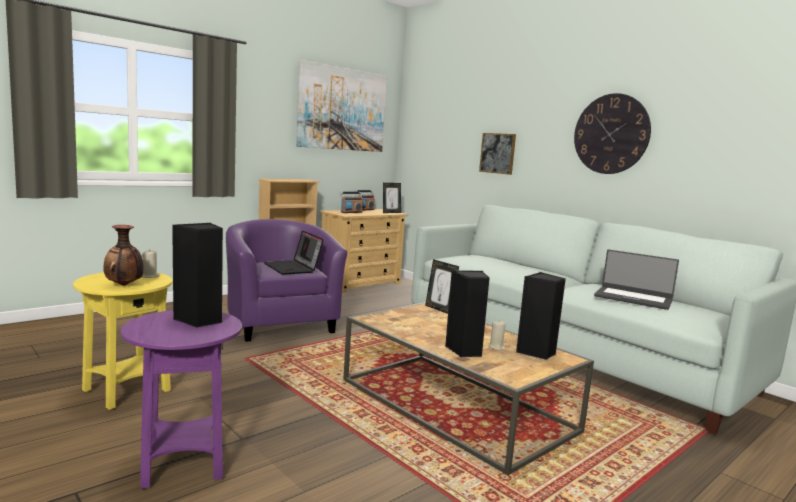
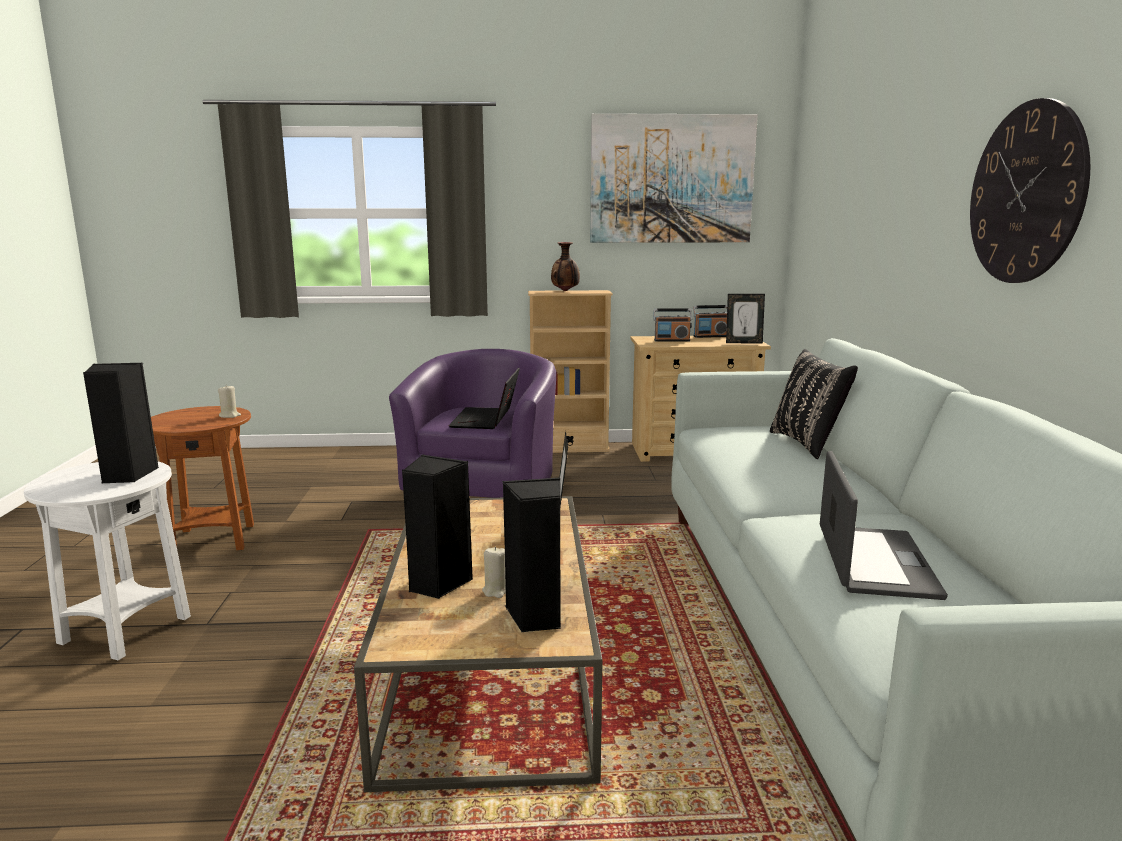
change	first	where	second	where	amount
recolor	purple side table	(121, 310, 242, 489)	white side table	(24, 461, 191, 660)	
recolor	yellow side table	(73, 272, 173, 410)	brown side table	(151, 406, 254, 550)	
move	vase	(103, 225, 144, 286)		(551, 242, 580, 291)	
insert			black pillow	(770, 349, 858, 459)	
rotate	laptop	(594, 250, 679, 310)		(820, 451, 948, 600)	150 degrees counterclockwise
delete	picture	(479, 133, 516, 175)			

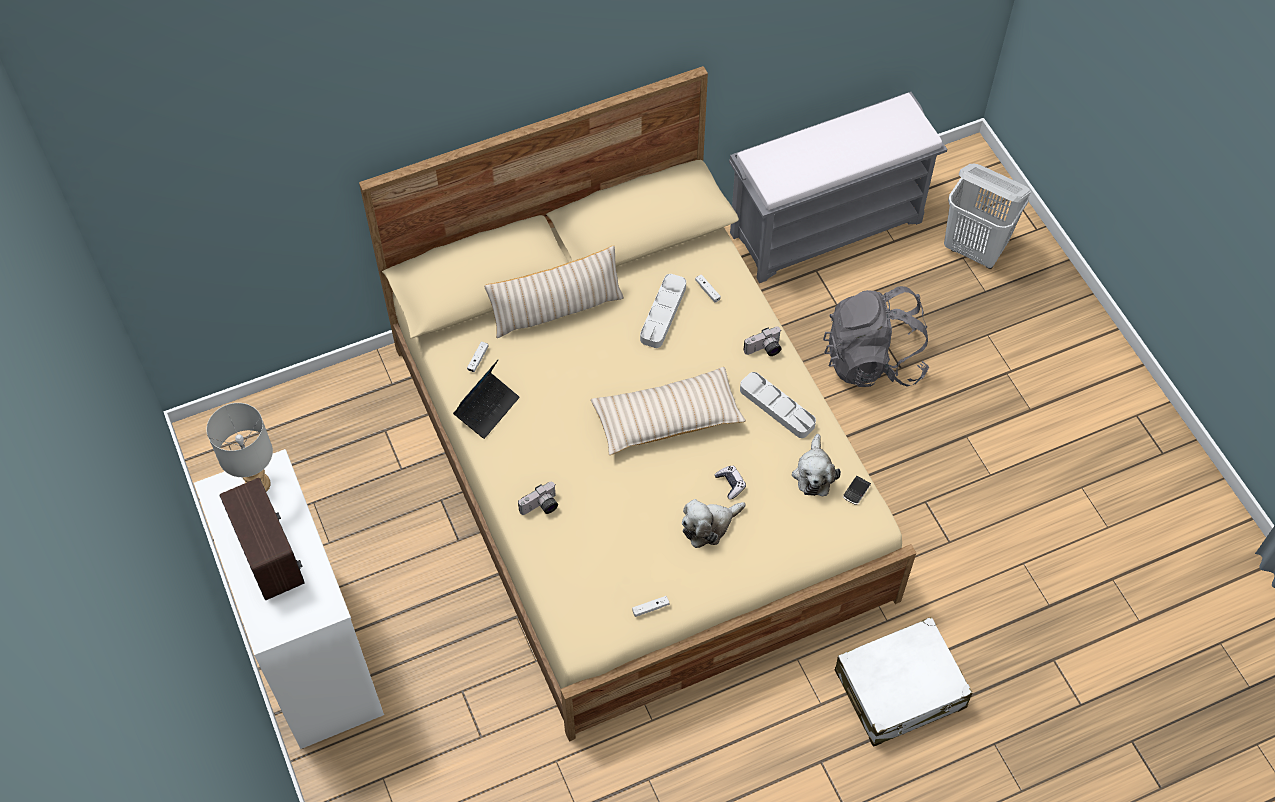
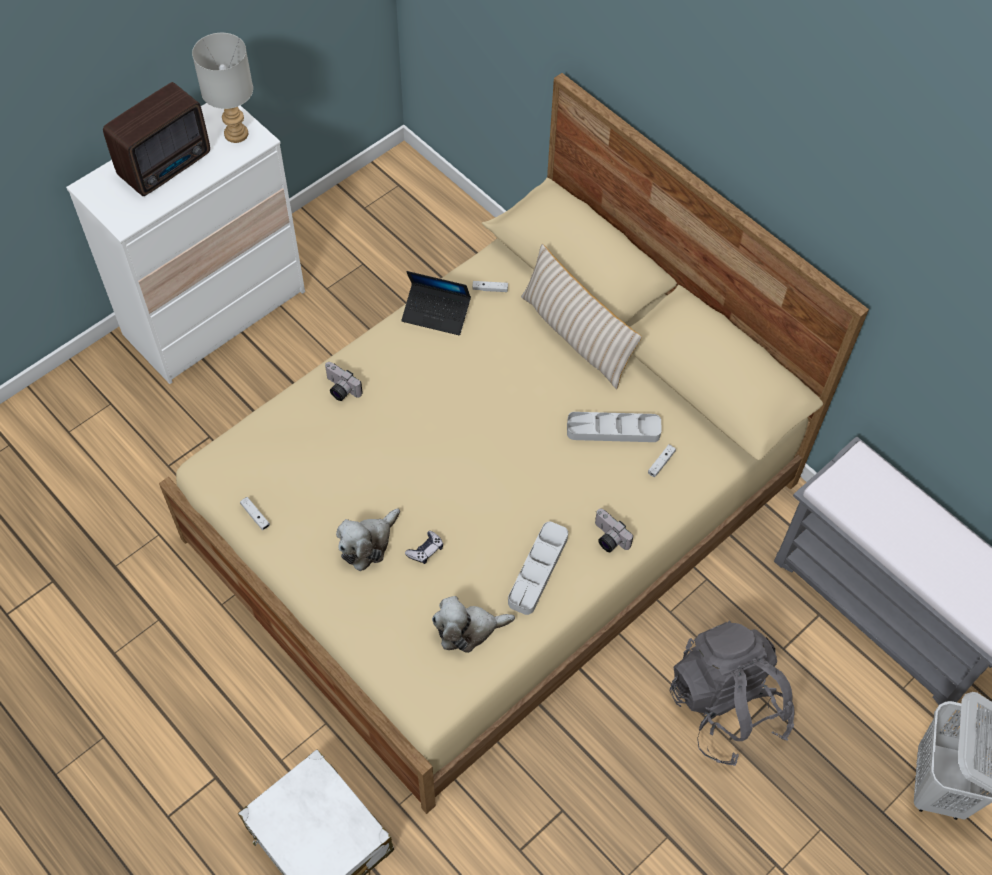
change	first	where	second	where	amount
rotate	plush toy	(682, 499, 745, 548)		(336, 508, 400, 571)	90 degrees counterclockwise
delete	beige pillow	(591, 367, 746, 455)			
delete	phone	(843, 476, 871, 505)			

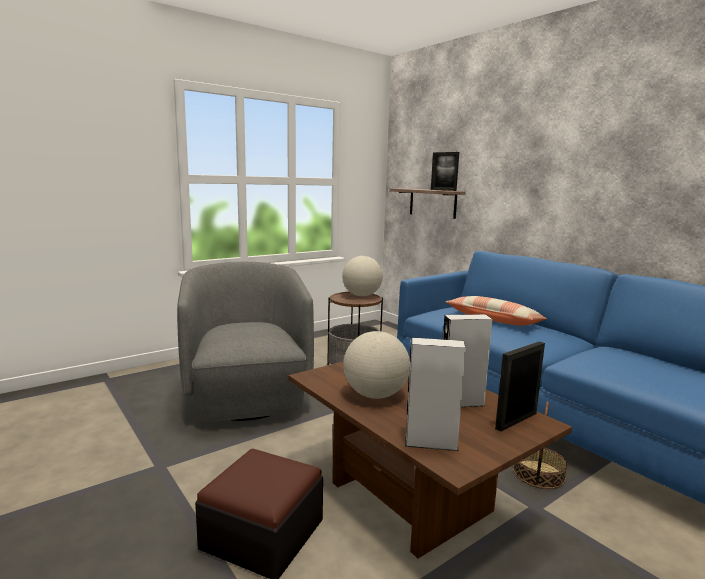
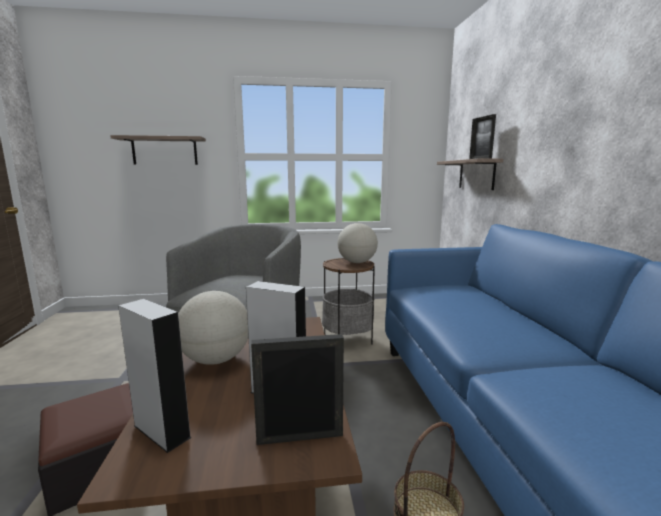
change	first	where	second	where	amount
insert			shelf	(110, 135, 206, 165)	
delete	pillow	(445, 296, 547, 326)			

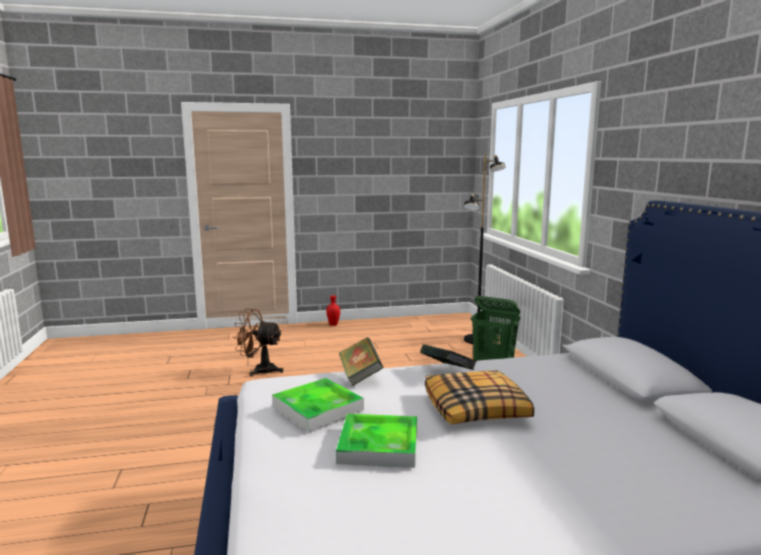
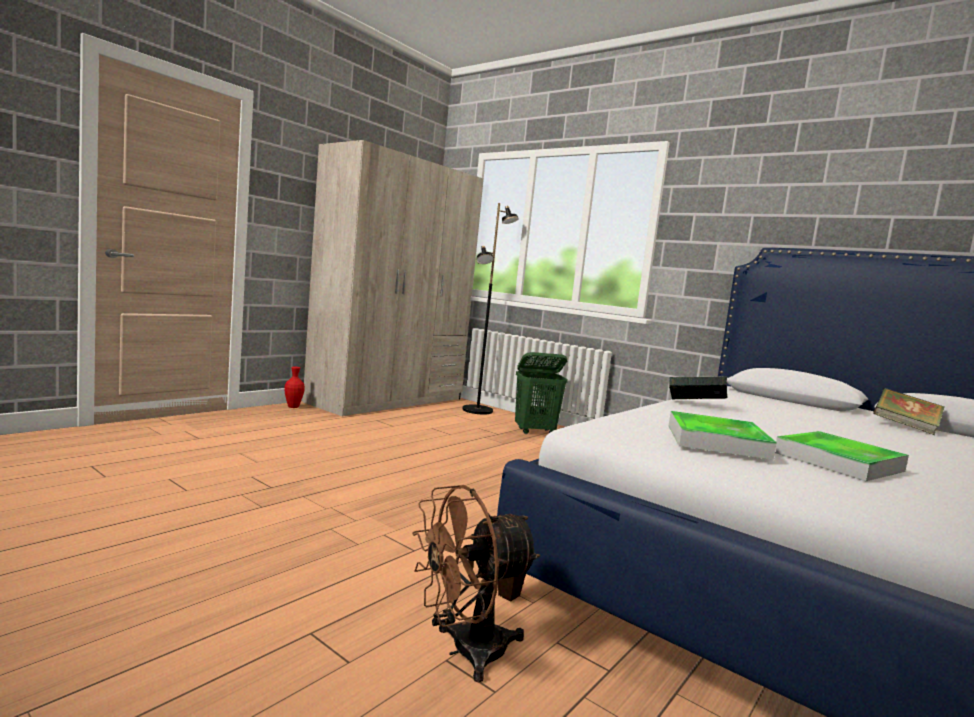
change	first	where	second	where	amount
insert			beige wardrobe	(303, 140, 483, 416)	
move	brown fan	(233, 309, 283, 376)		(412, 485, 540, 682)	
move	book	(338, 337, 383, 386)		(873, 388, 945, 435)	
delete	pillow	(425, 370, 534, 424)			

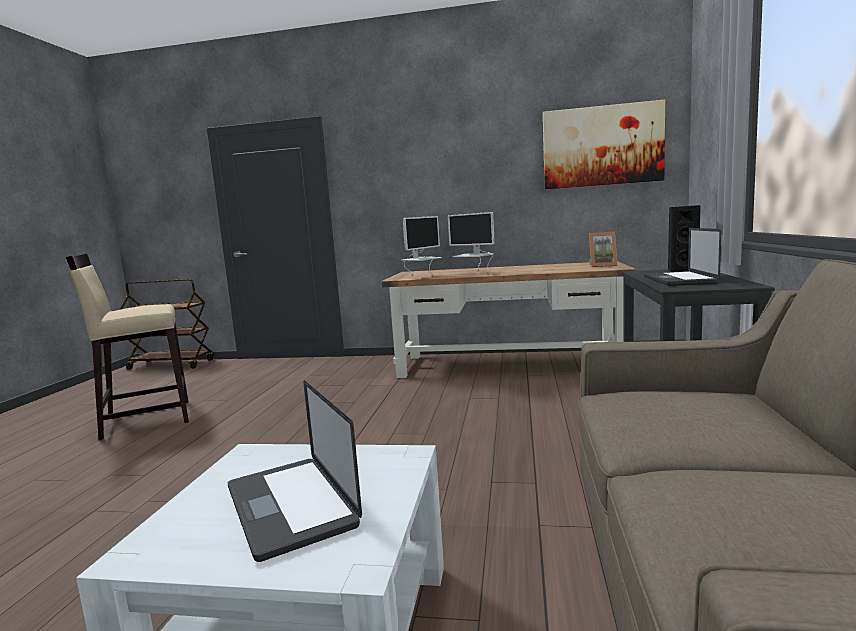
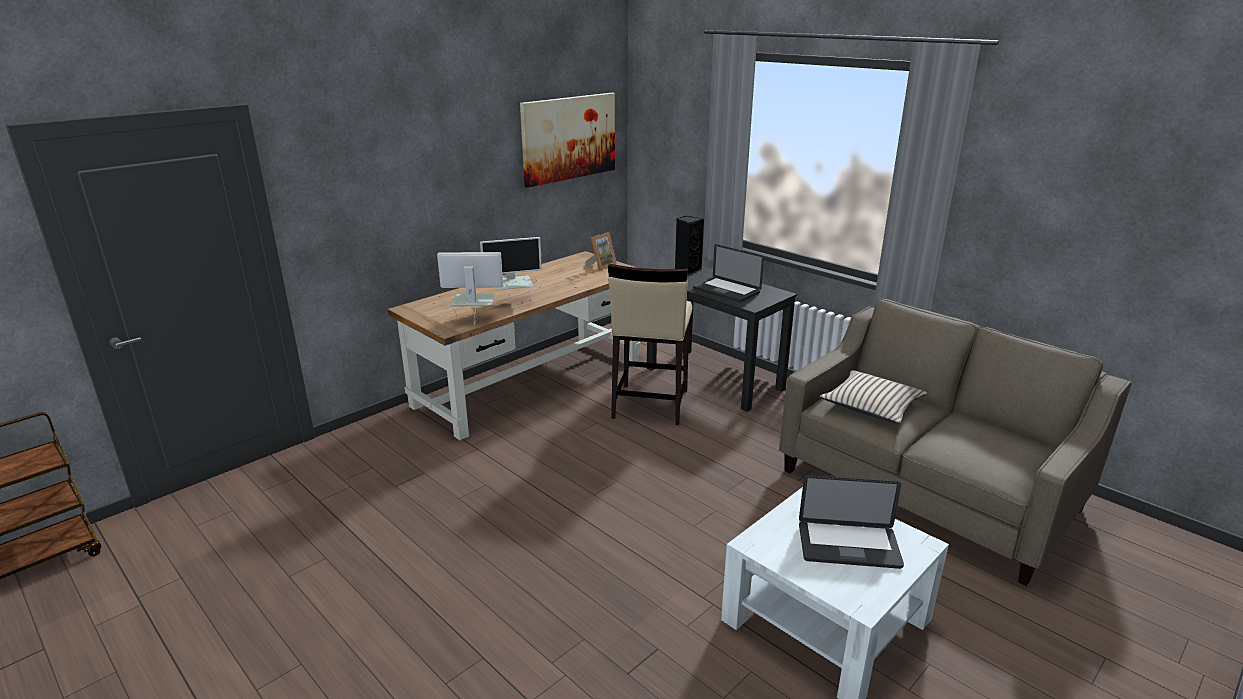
change	first	where	second	where	amount
rotate	monitor	(401, 216, 442, 276)		(437, 252, 503, 325)	75 degrees counterclockwise
move	beige stool	(66, 254, 189, 440)		(608, 264, 692, 425)	
insert			beige pillow	(820, 370, 928, 424)	

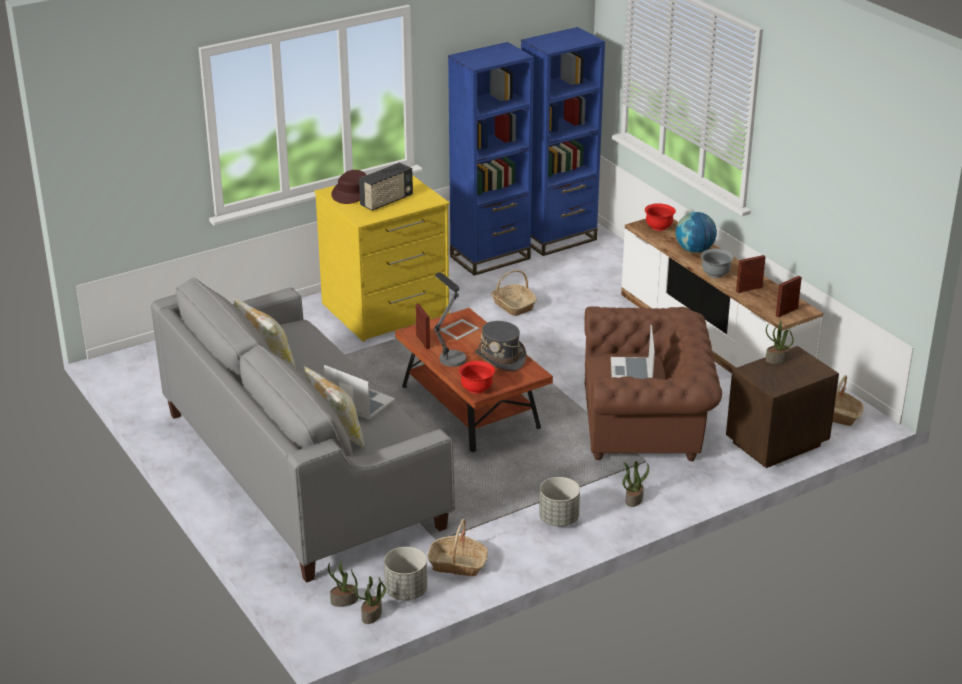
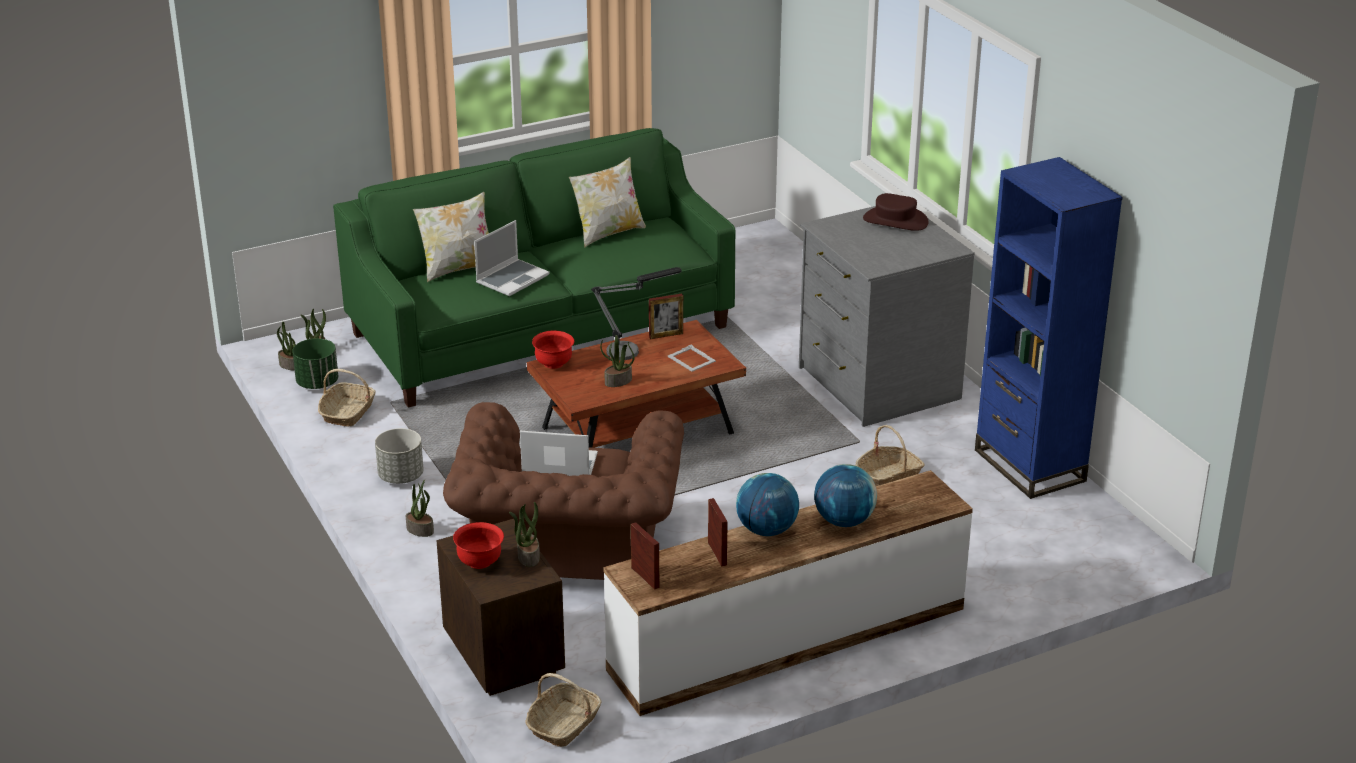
change	first	where	second	where	amount
recolor	grey planter	(384, 547, 427, 600)	green planter	(292, 338, 338, 389)	
recolor	grey sofa	(151, 278, 455, 583)	green sofa	(333, 128, 735, 408)	
move	red bowl	(645, 203, 676, 231)		(453, 522, 504, 569)	
replace	grey hat	(475, 321, 527, 371)	potted plant	(600, 335, 635, 387)	
replace	grey bowl	(701, 249, 734, 278)	globe	(736, 473, 799, 536)	
recolor	yellow dresser	(314, 175, 450, 342)	grey dresser	(799, 206, 975, 427)	
delete	radio	(359, 163, 413, 211)			
delete	blue bookcase	(521, 27, 605, 256)			

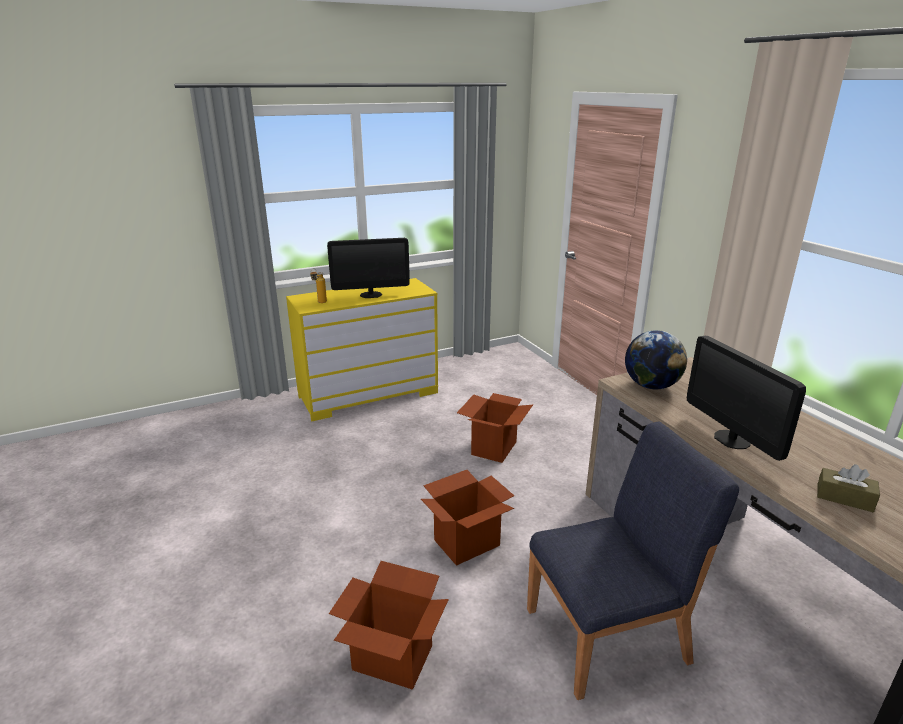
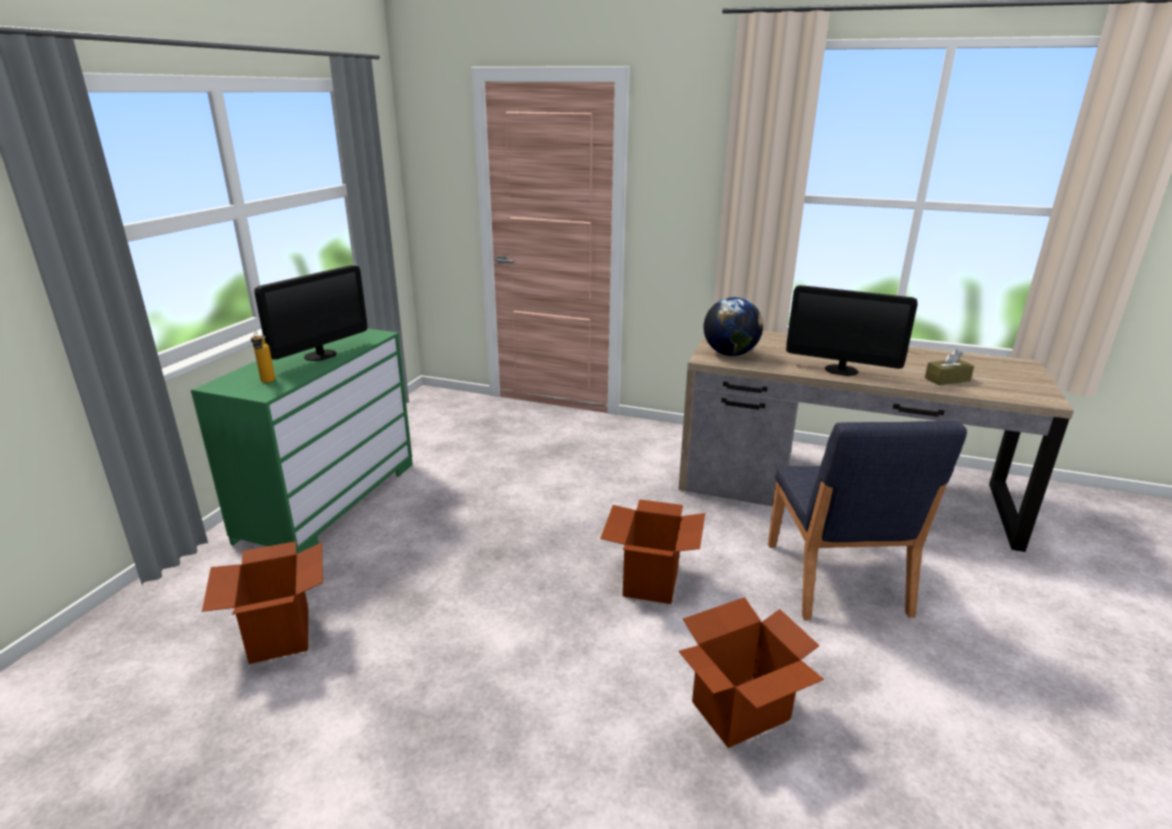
change	first	where	second	where	amount
recolor	yellow dresser	(286, 278, 438, 422)	green dresser	(191, 329, 413, 554)	
move	cardboard box	(457, 393, 533, 463)		(202, 541, 323, 664)	
rotate	blue chair	(527, 422, 739, 700)		(768, 421, 967, 620)	150 degrees clockwise

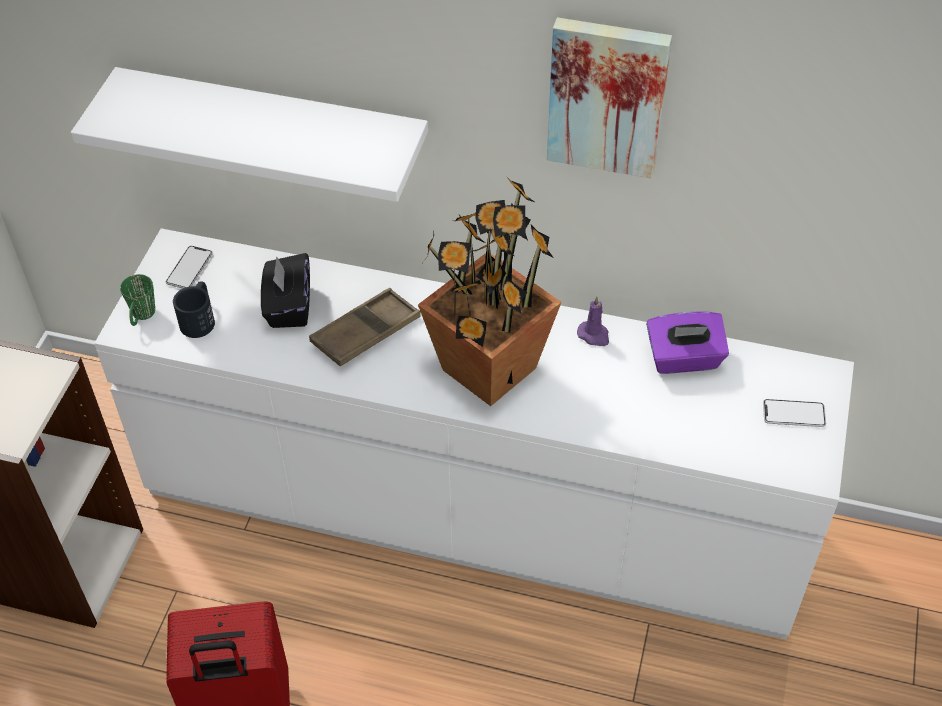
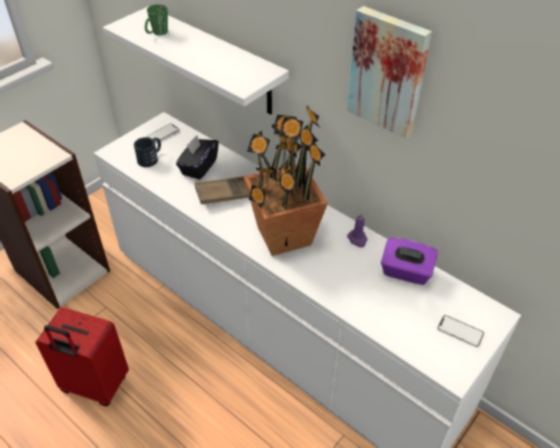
change	first	where	second	where	amount
move	green mug	(120, 274, 155, 326)		(145, 4, 168, 35)	

